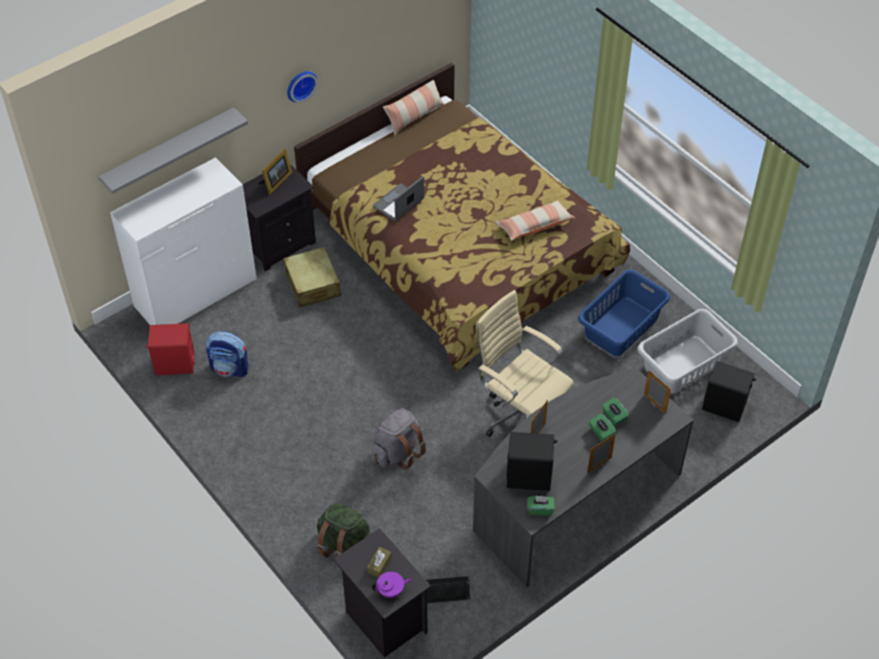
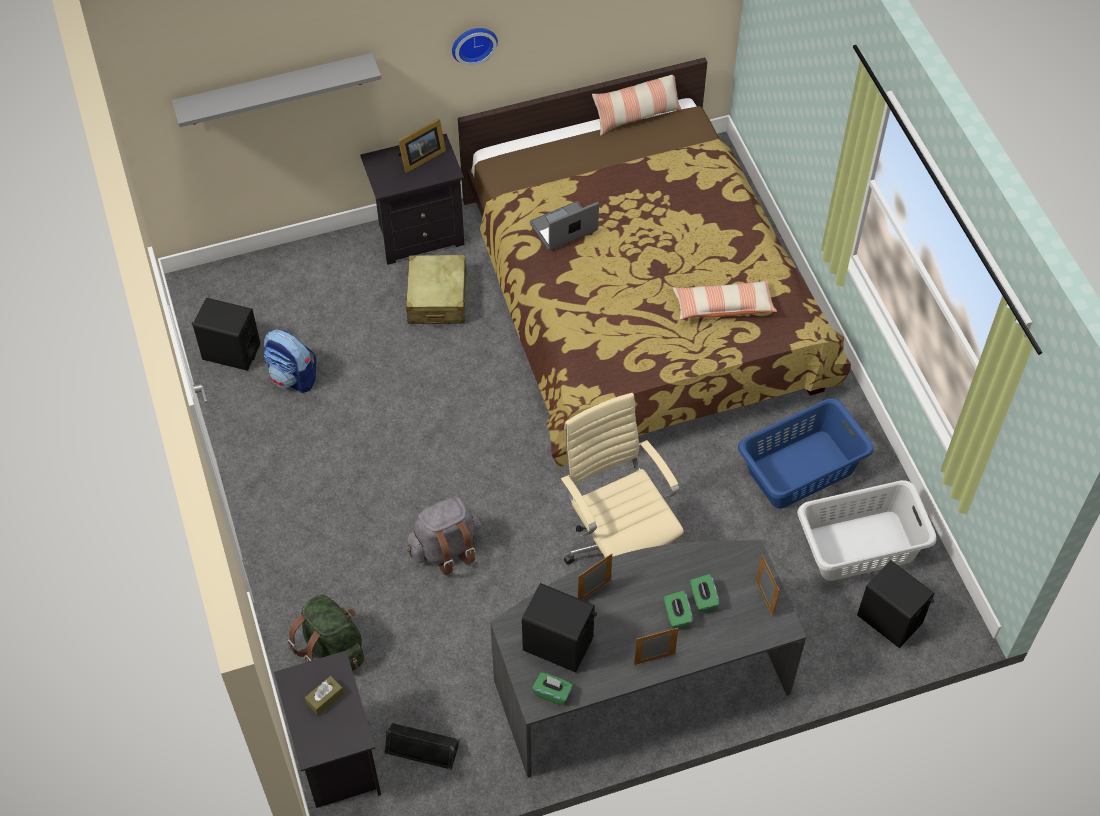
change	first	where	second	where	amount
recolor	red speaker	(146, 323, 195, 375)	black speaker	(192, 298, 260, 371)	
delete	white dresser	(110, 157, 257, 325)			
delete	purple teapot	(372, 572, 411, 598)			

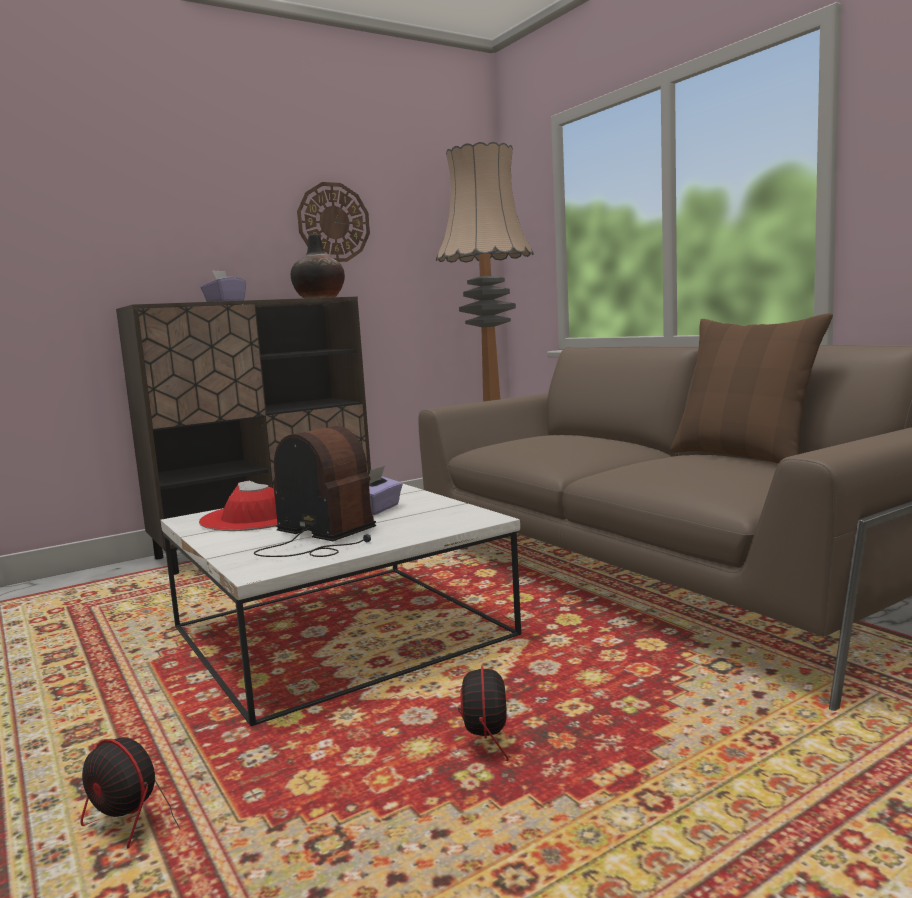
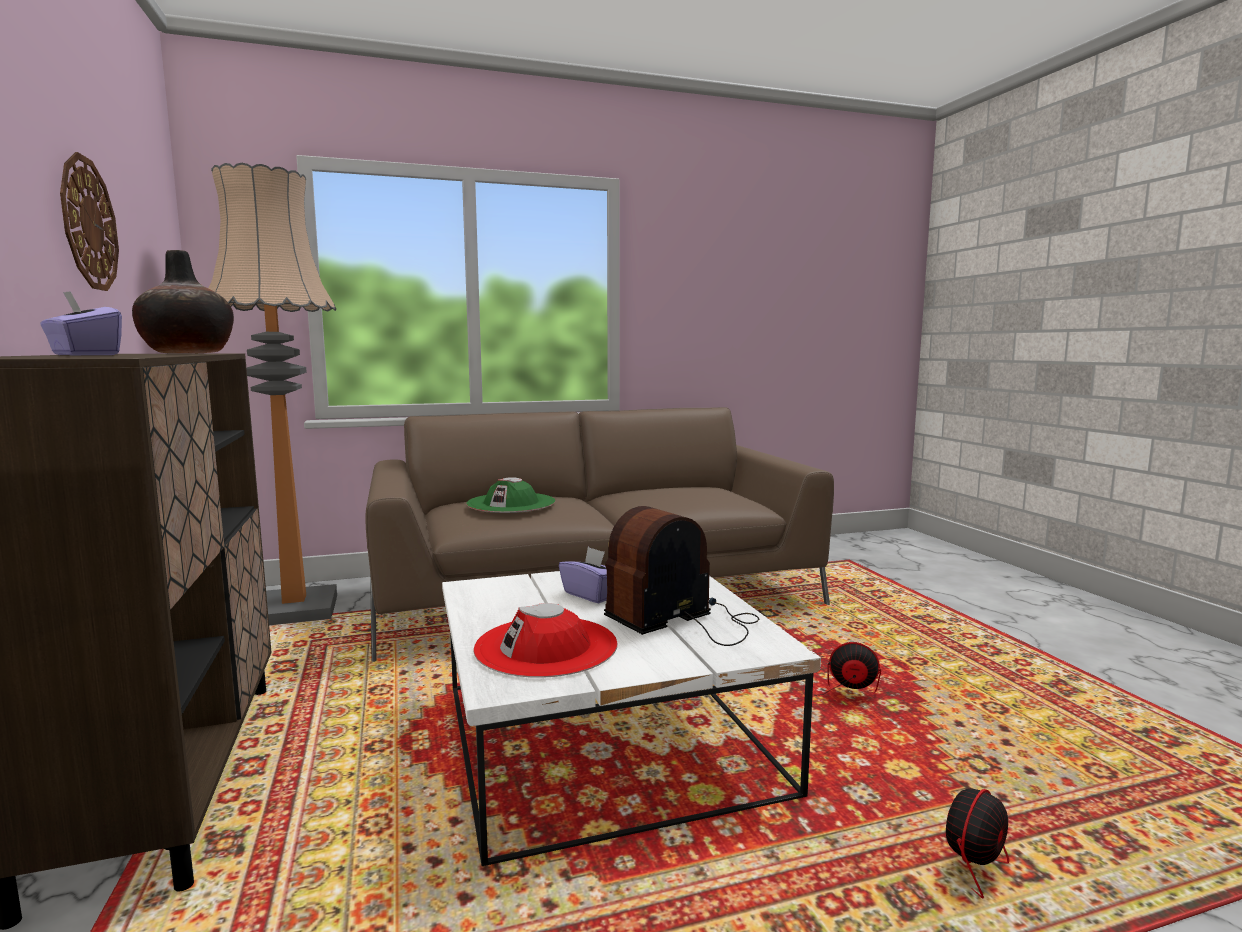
change	first	where	second	where	amount
insert			green hat	(467, 477, 555, 513)	
delete	brown pillow	(671, 313, 833, 464)			

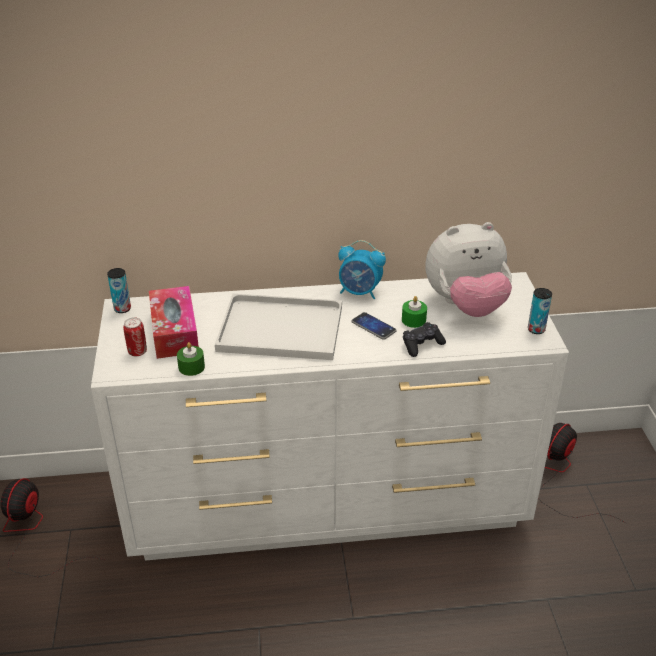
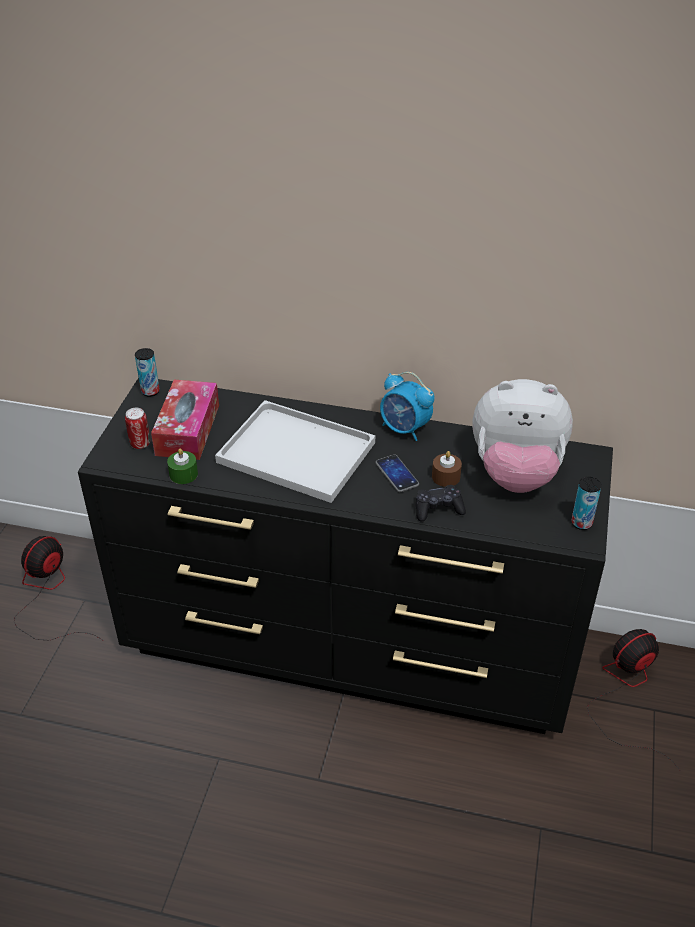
change	first	where	second	where	amount
recolor	white dresser	(91, 272, 569, 561)	black dresser	(78, 378, 613, 734)	
recolor	green candle	(402, 296, 427, 328)	brown candle	(432, 451, 462, 487)	

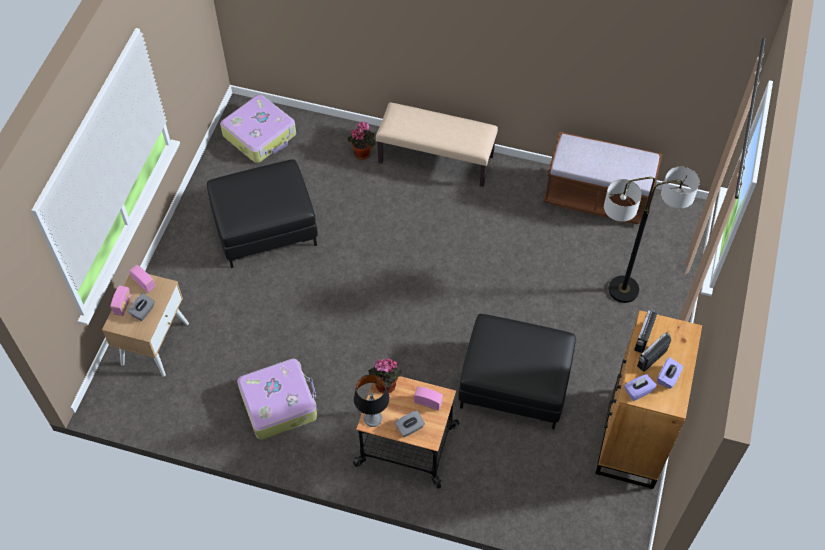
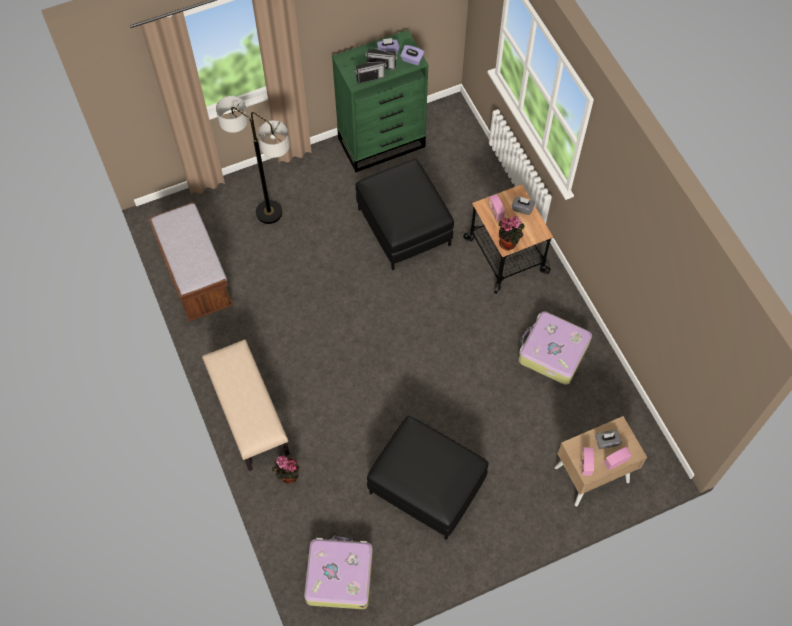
change	first	where	second	where	amount
recolor	brown dresser	(595, 310, 702, 489)	green dresser	(332, 30, 428, 172)	
delete	table lamp	(354, 374, 390, 427)			

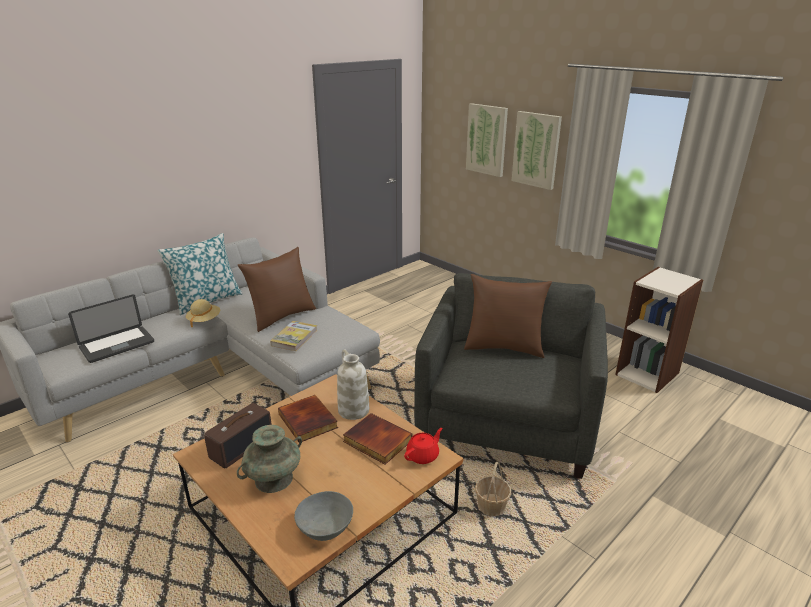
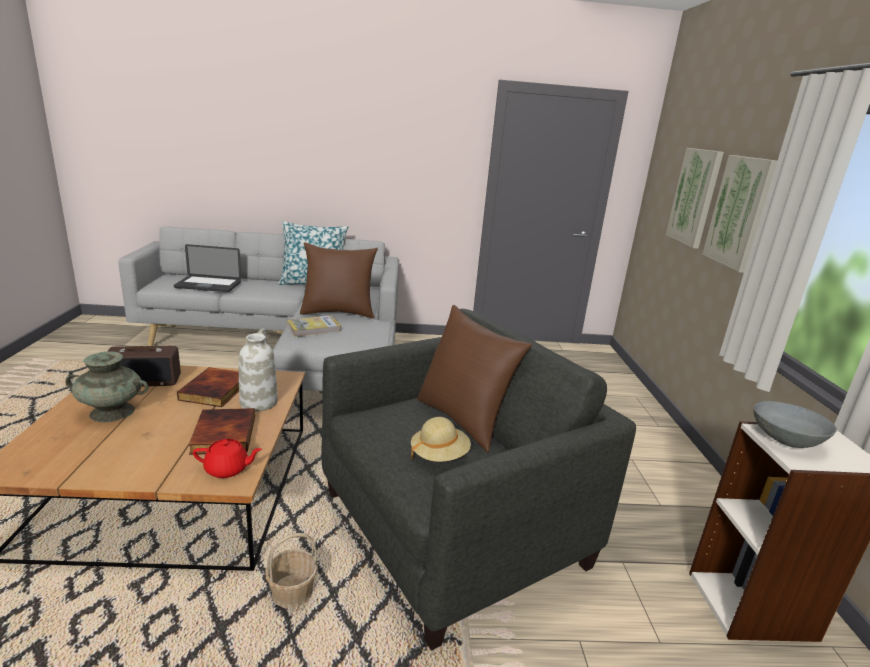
change	first	where	second	where	amount
move	beige hat	(186, 299, 220, 328)		(411, 417, 471, 462)	
move	grey bowl	(294, 491, 353, 541)		(754, 401, 837, 448)	

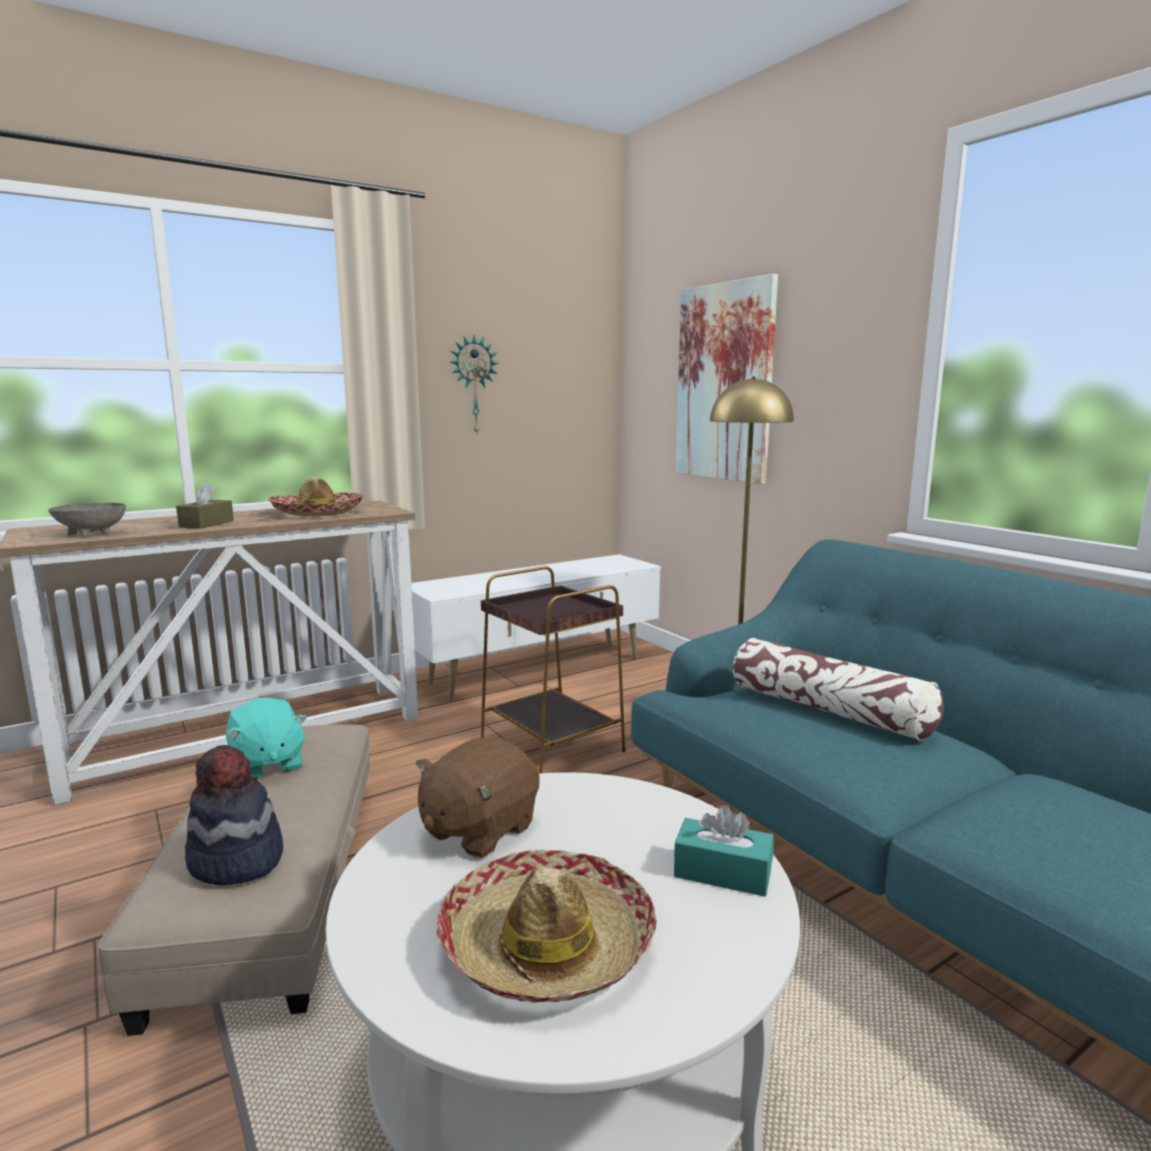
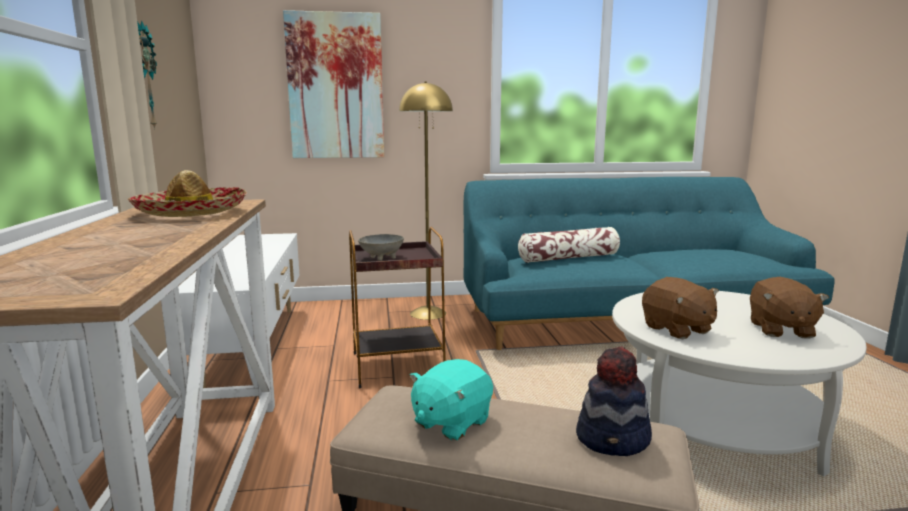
change	first	where	second	where	amount
move	grey bowl	(48, 503, 126, 537)		(358, 234, 404, 261)	
rotate	turquoise plush toy	(226, 698, 307, 780)		(409, 359, 493, 441)	135 degrees clockwise
replace	hat	(437, 849, 657, 1003)	brown plush toy	(750, 277, 829, 339)	
delete	brown tissue box	(176, 483, 234, 529)			
delete	turquoise tissue box	(674, 805, 774, 897)			

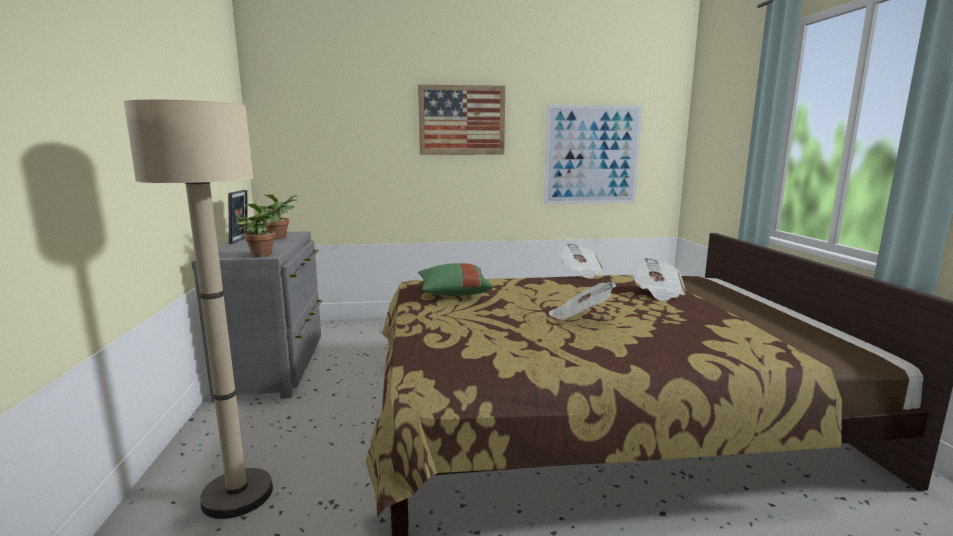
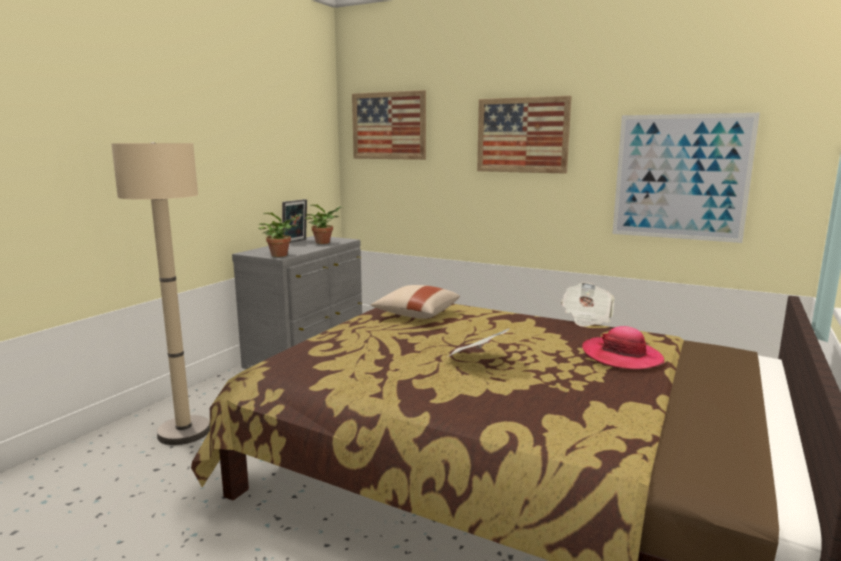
change	first	where	second	where	amount
insert			picture	(352, 90, 426, 160)	
recolor	green pillow	(418, 263, 493, 296)	beige pillow	(370, 285, 460, 319)	
replace	newspaper	(633, 258, 686, 301)	hat	(582, 326, 665, 370)	

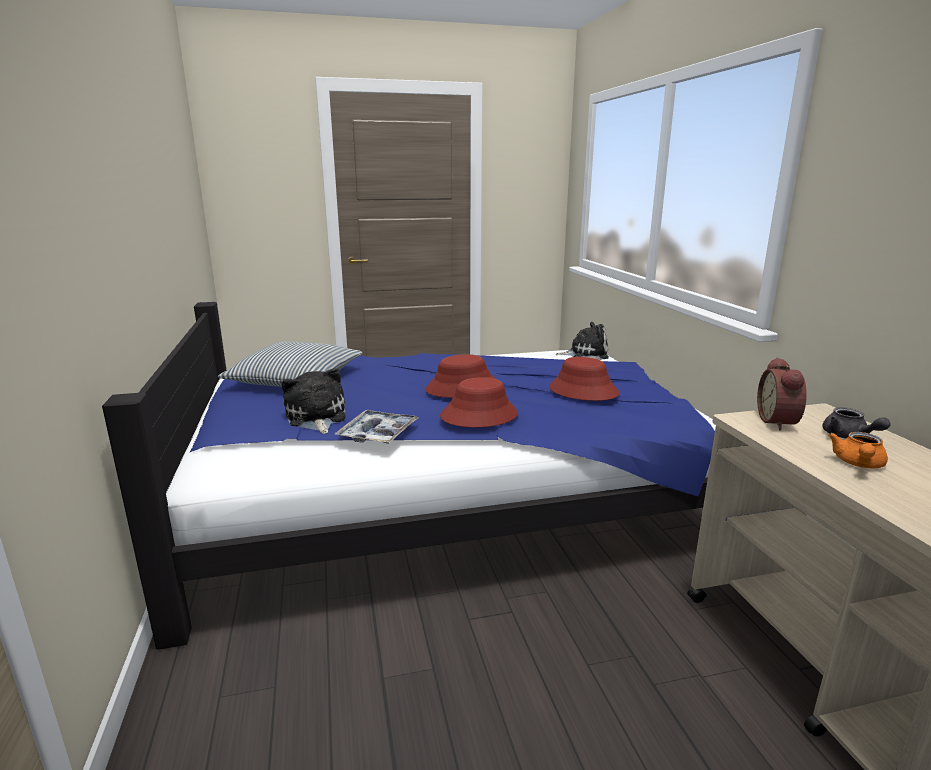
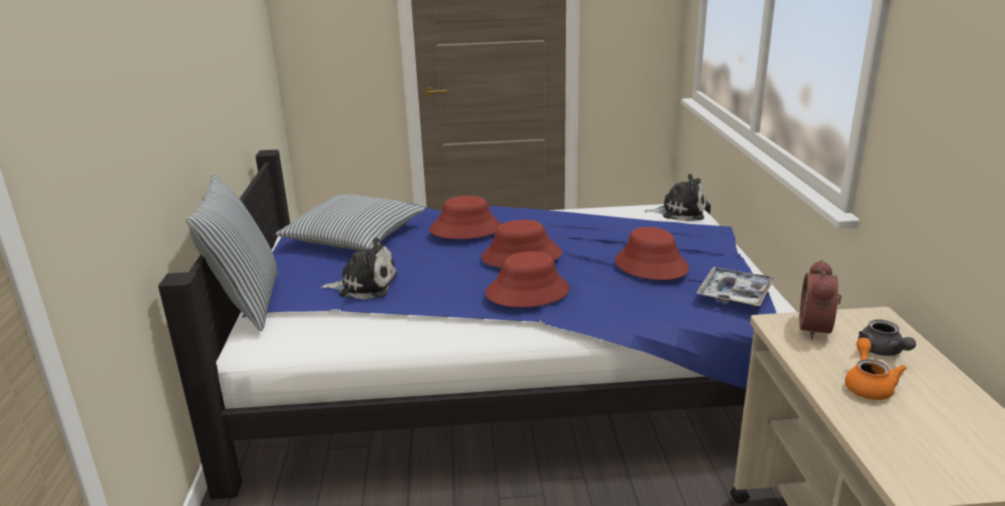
change	first	where	second	where	amount
insert			pillow	(186, 174, 278, 331)	
rotate	plush toy	(282, 368, 345, 434)		(321, 238, 398, 300)	105 degrees clockwise
insert			red hat	(429, 196, 501, 239)	
move	tray	(334, 410, 419, 444)		(696, 267, 775, 306)	
rotate	orange teapot	(828, 432, 888, 468)		(845, 338, 907, 400)	150 degrees clockwise

